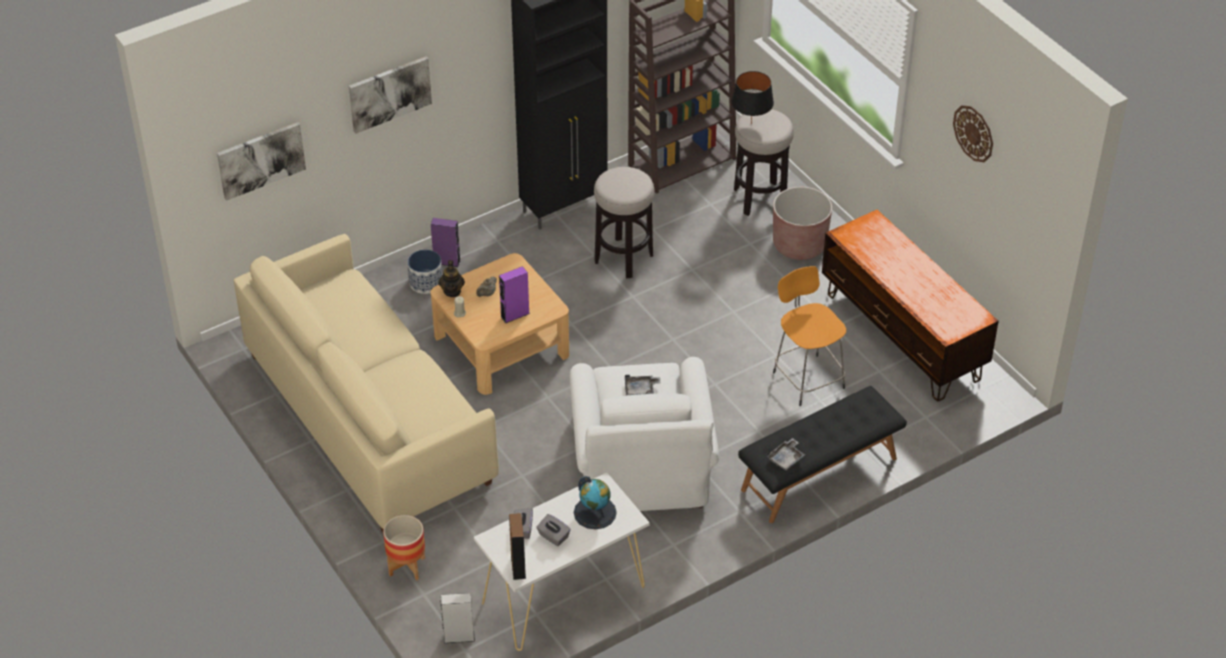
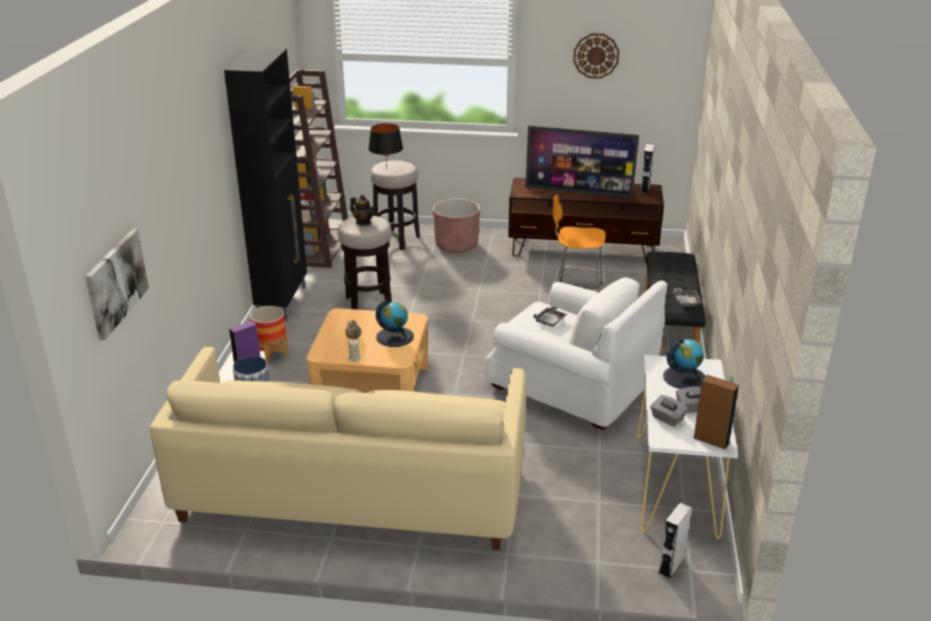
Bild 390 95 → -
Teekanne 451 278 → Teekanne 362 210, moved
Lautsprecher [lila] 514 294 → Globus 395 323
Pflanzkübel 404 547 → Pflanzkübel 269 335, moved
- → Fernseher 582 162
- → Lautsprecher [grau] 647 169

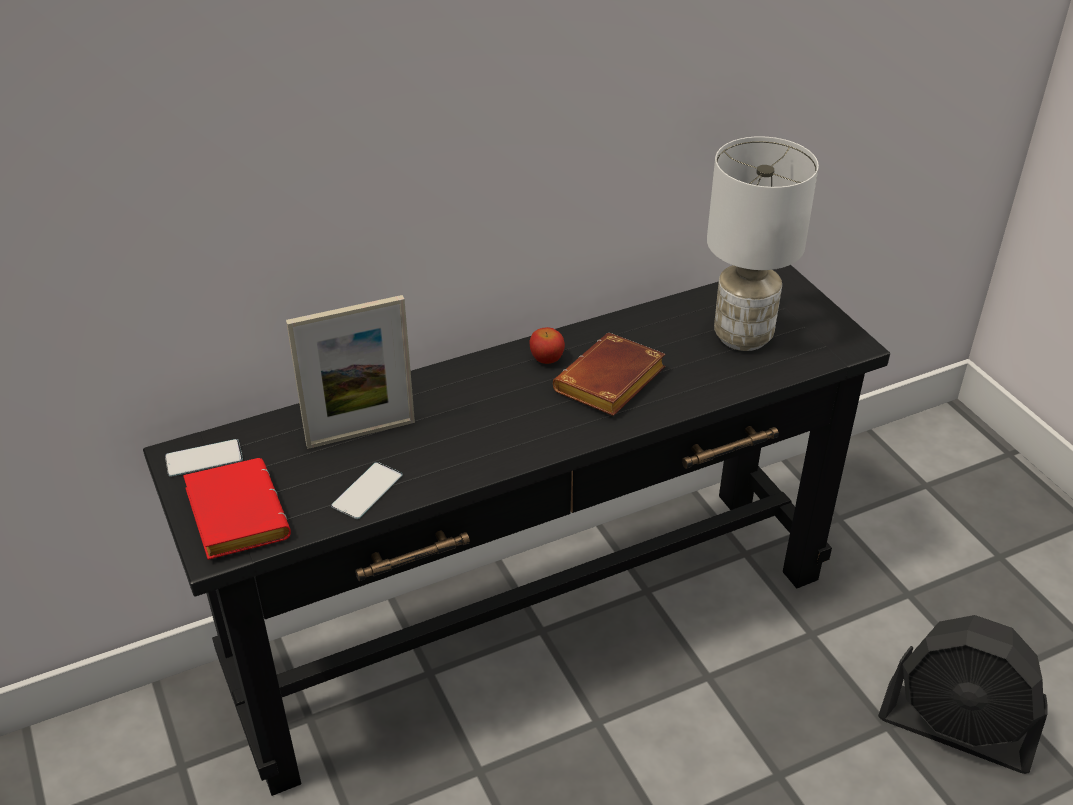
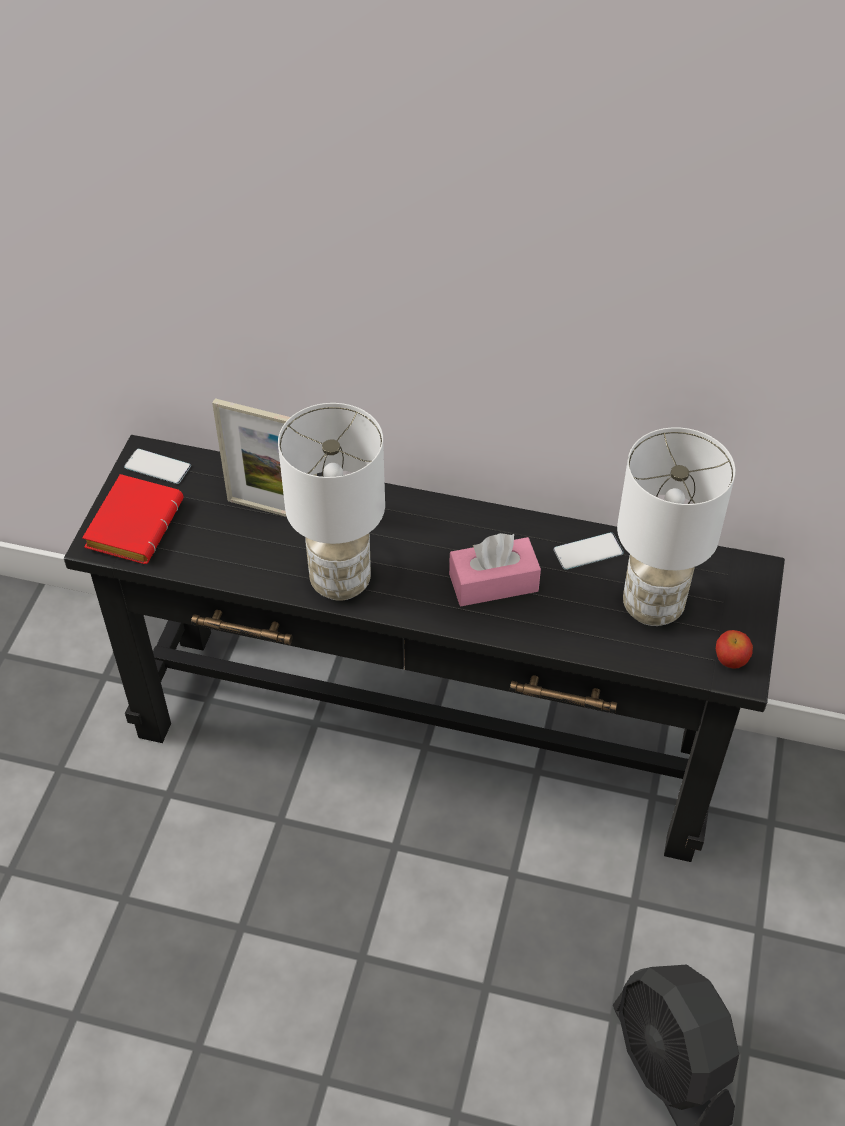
Apfel 547 345 → Apfel 734 649, moved
Buch [braun] 609 374 → Taschentuchbox [rosa] 495 569
Handy 366 490 → Handy 588 551, moved
- → Tischlampe [weiß] 331 502

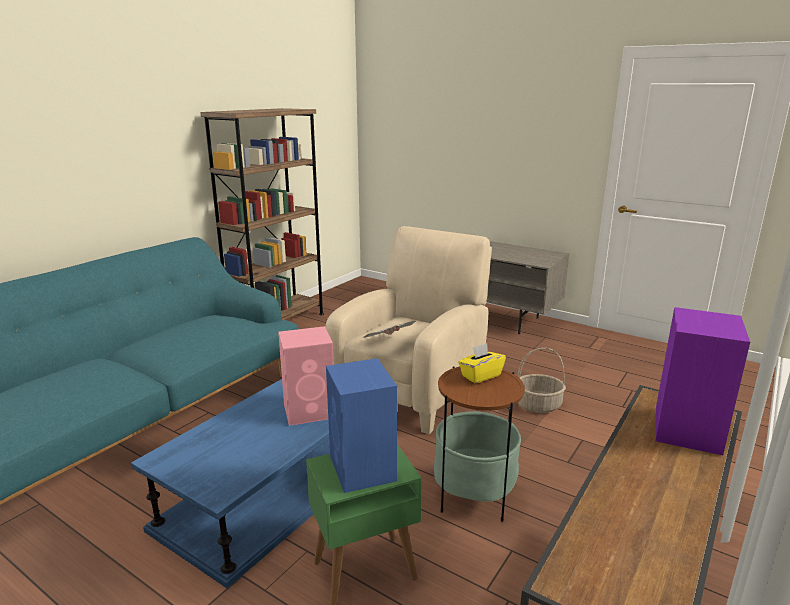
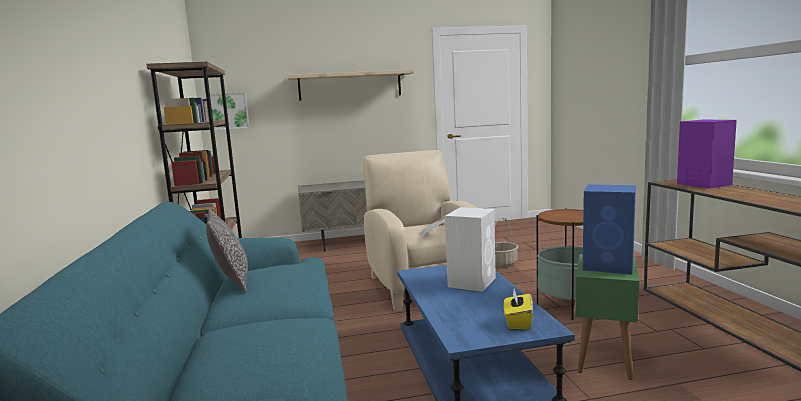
Lautsprecher [rosa] 306 376 → Lautsprecher [weiß] 470 249
Taschentuchbox [gelb] 482 363 → Taschentuchbox [gelb] 518 309, moved
- → Wandregal [beige] 351 85
- → Bild 230 111
- → Kissen 227 250

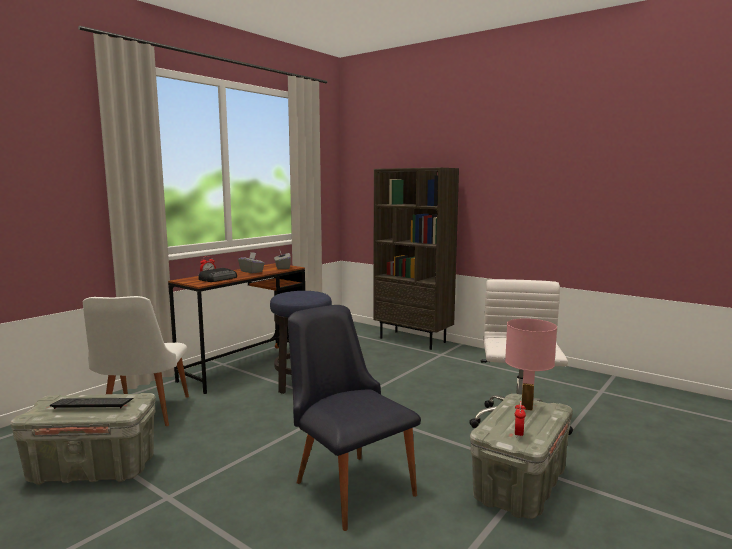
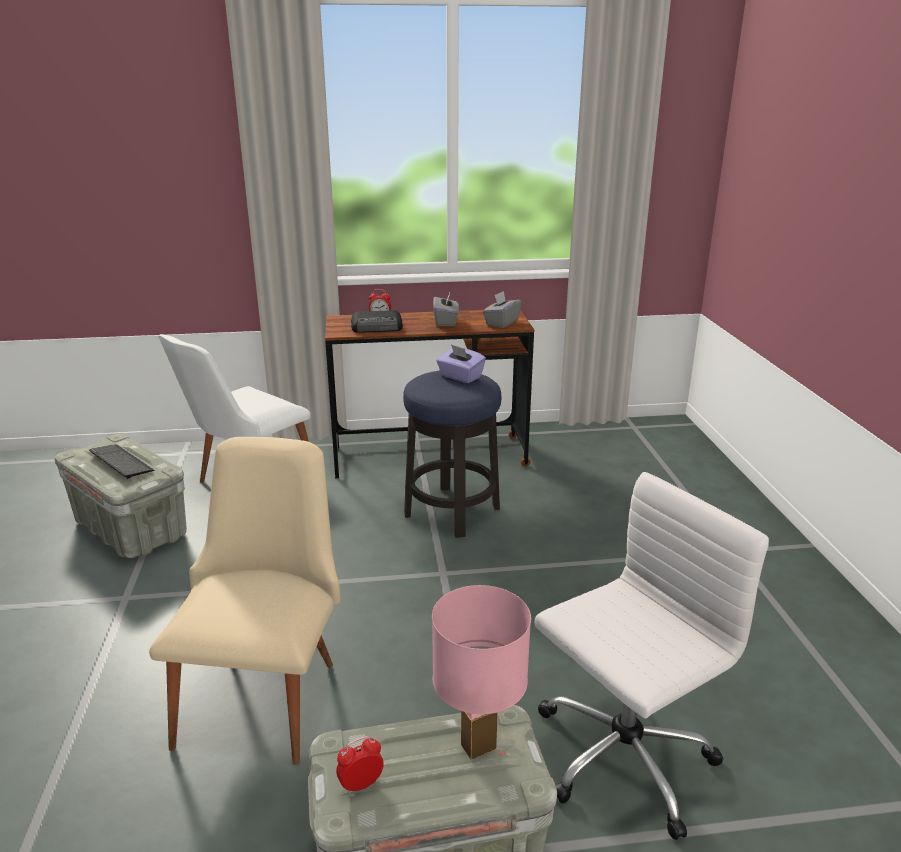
Bücherregal [braun] 416 259 → -
Stuhl [schwarz] 354 418 → Stuhl [beige] 244 601
- → Taschentuchbox [lila] 461 363

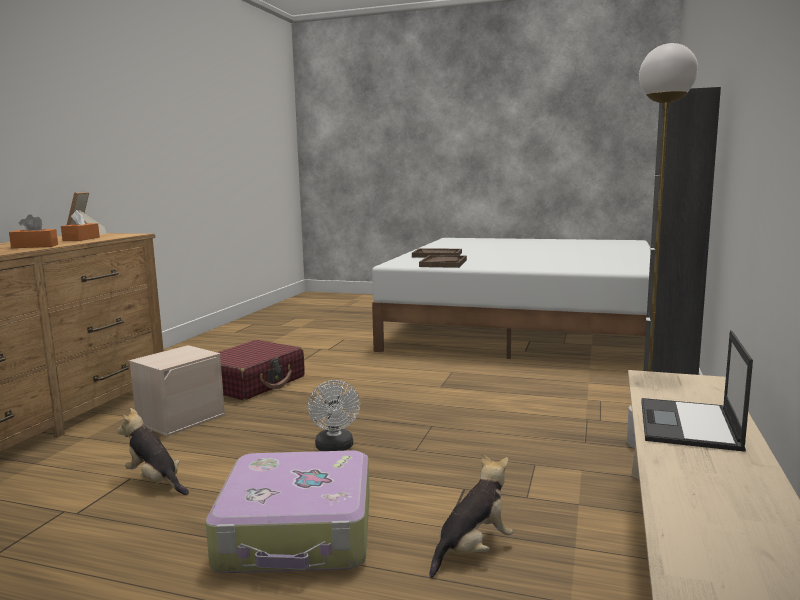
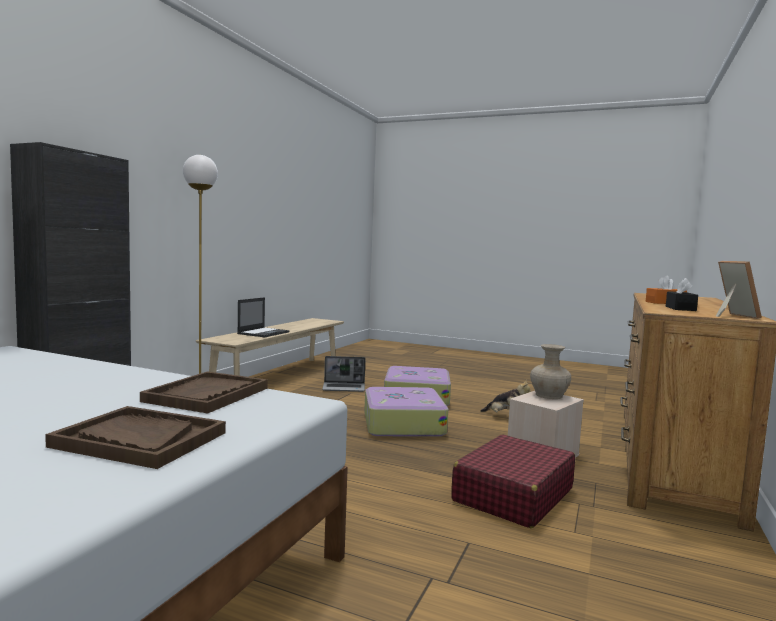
Taschentuchbox [orange] 80 225 → Taschentuchbox [schwarz] 682 294
Ventilator [weiß] 334 415 → Koffer 406 412
Plüschtier 471 515 → Laptop 344 374
- → Vase [beige] 550 371

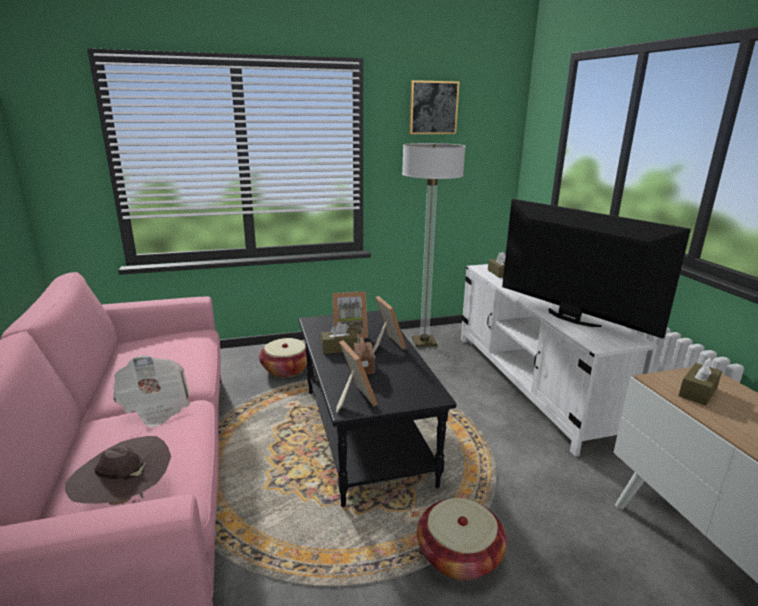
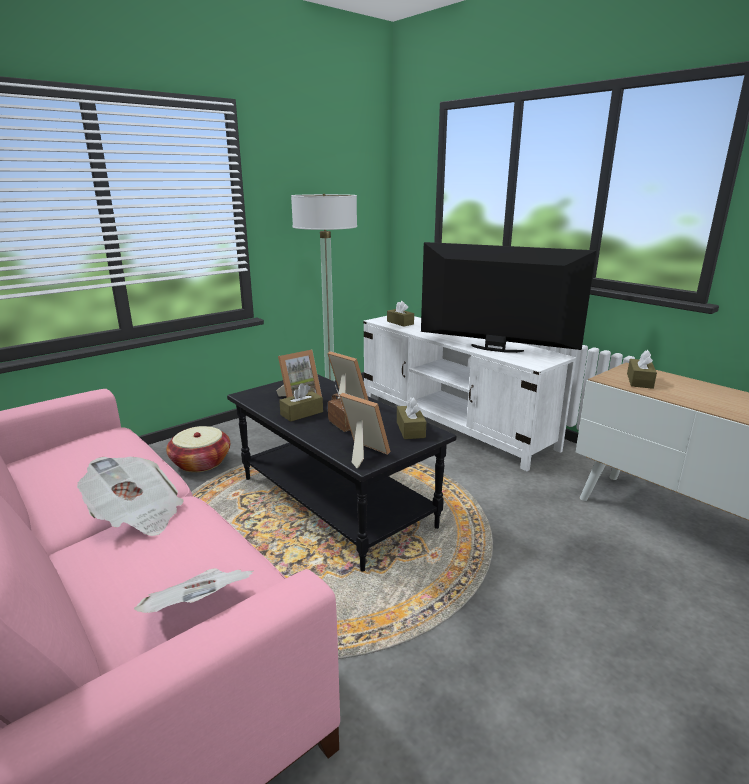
Bild 434 107 → -
Hut [braun] 118 470 → Zeitung 193 590
Korb 462 539 → -
- → Taschentuchbox [braun] 411 418

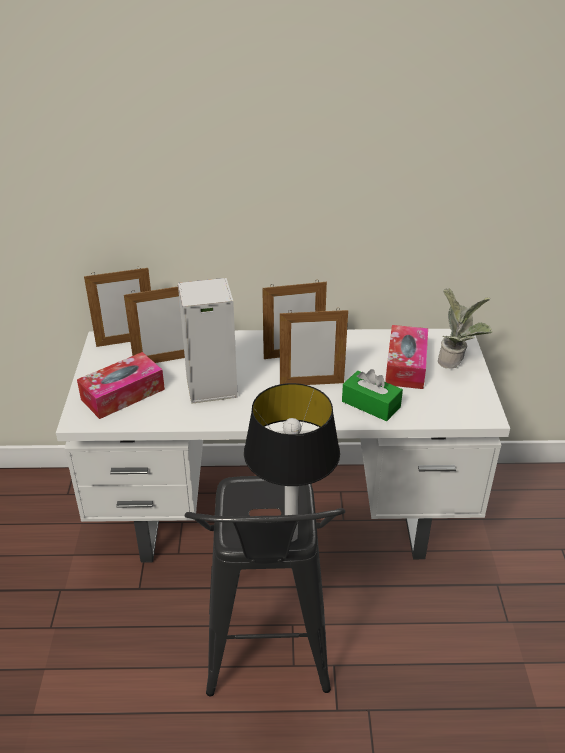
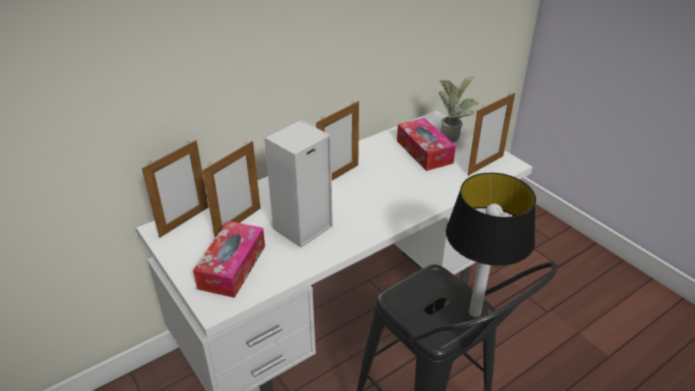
Bilderrahmen 314 346 → Bilderrahmen 491 134, moved
Taschentuchbox [grün] 372 395 → -

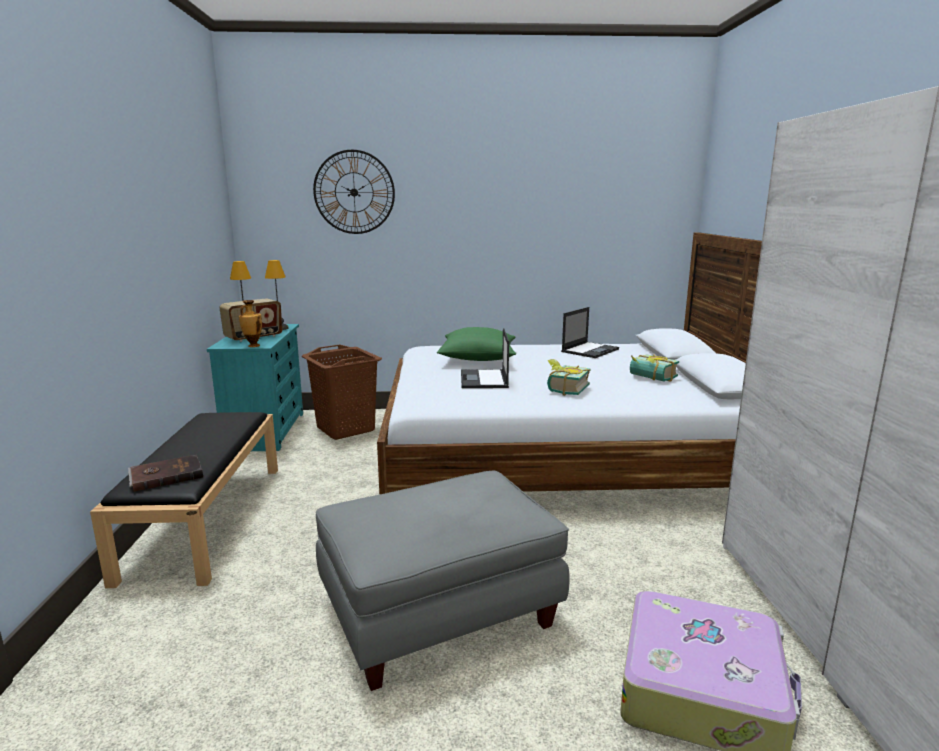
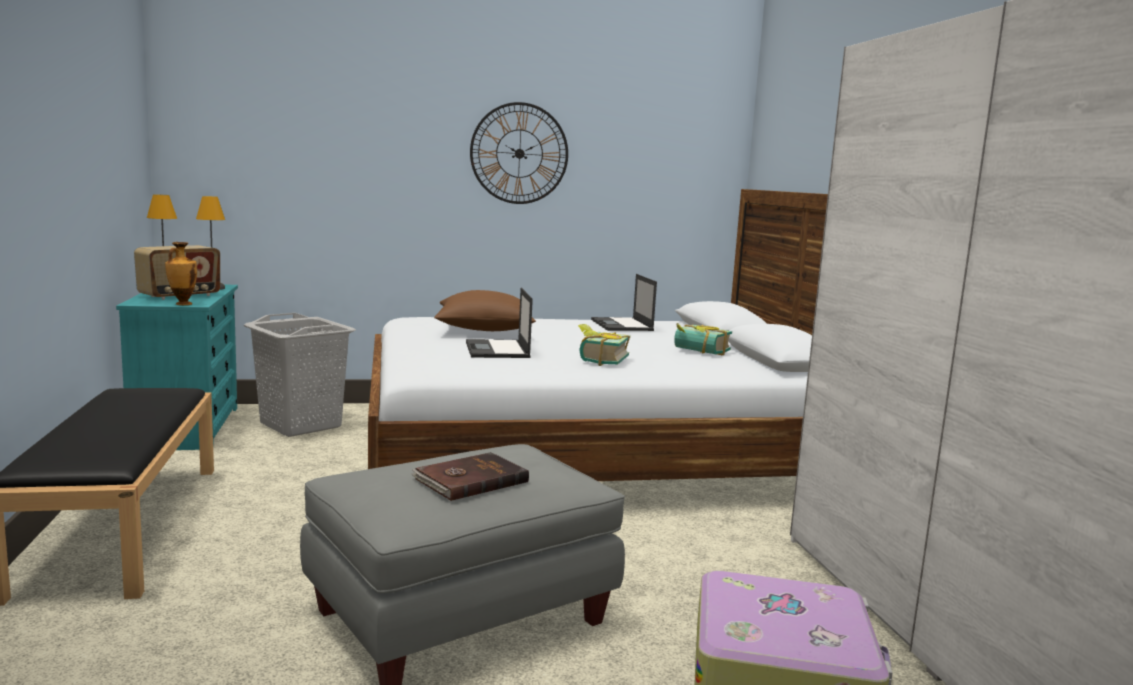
Wanduhr 354 192 → Wanduhr 519 153, moved
Laptop 590 332 → Laptop 624 302, 135 degrees clockwise
Kissen [grün] 476 344 → Kissen [braun] 485 310
Wäschekorb [braun] 342 392 → Wäschekorb [grau] 300 375
Buch [braun] 165 473 → Buch [braun] 470 476, moved

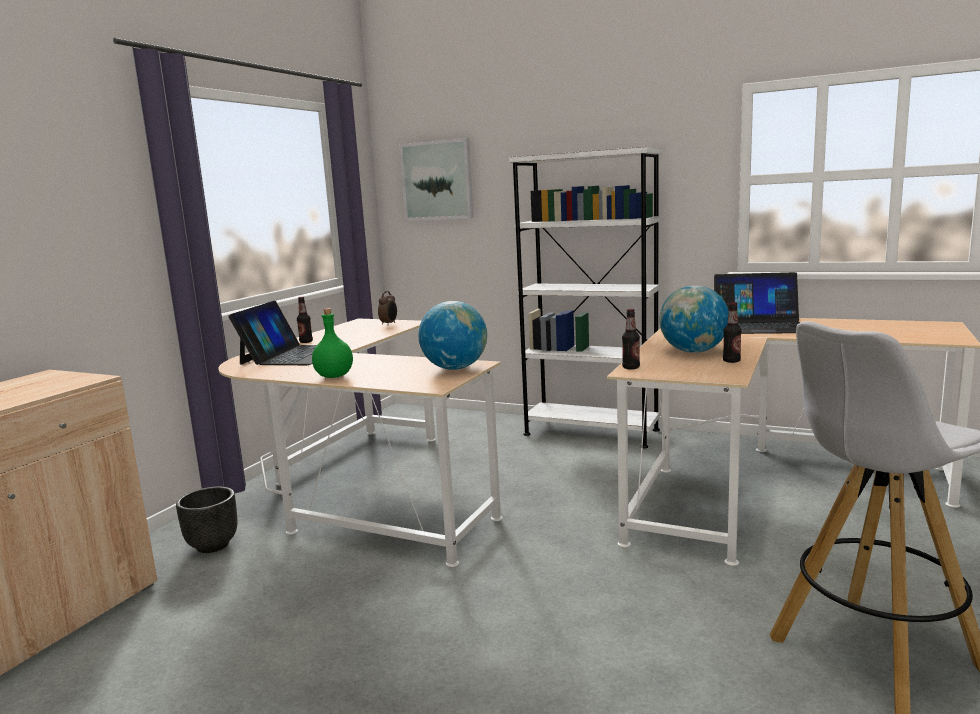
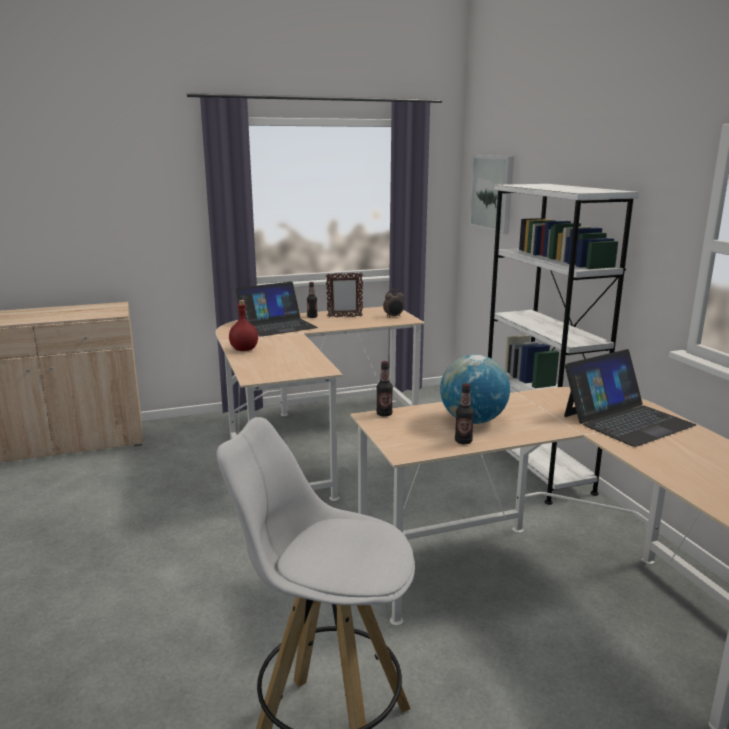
Laptop 757 303 → Laptop 630 398, 90 degrees counterclockwise
Globus 452 335 → -
Flasche [grün] 332 343 → Flasche [rot] 243 325
Pflanzkübel [schwarz] 207 520 → -
- → Bilderrahmen 344 294

